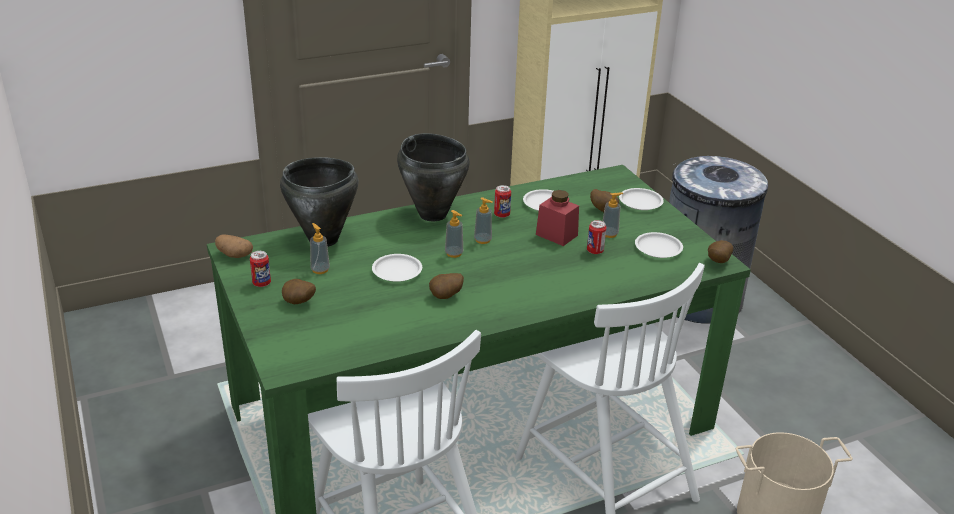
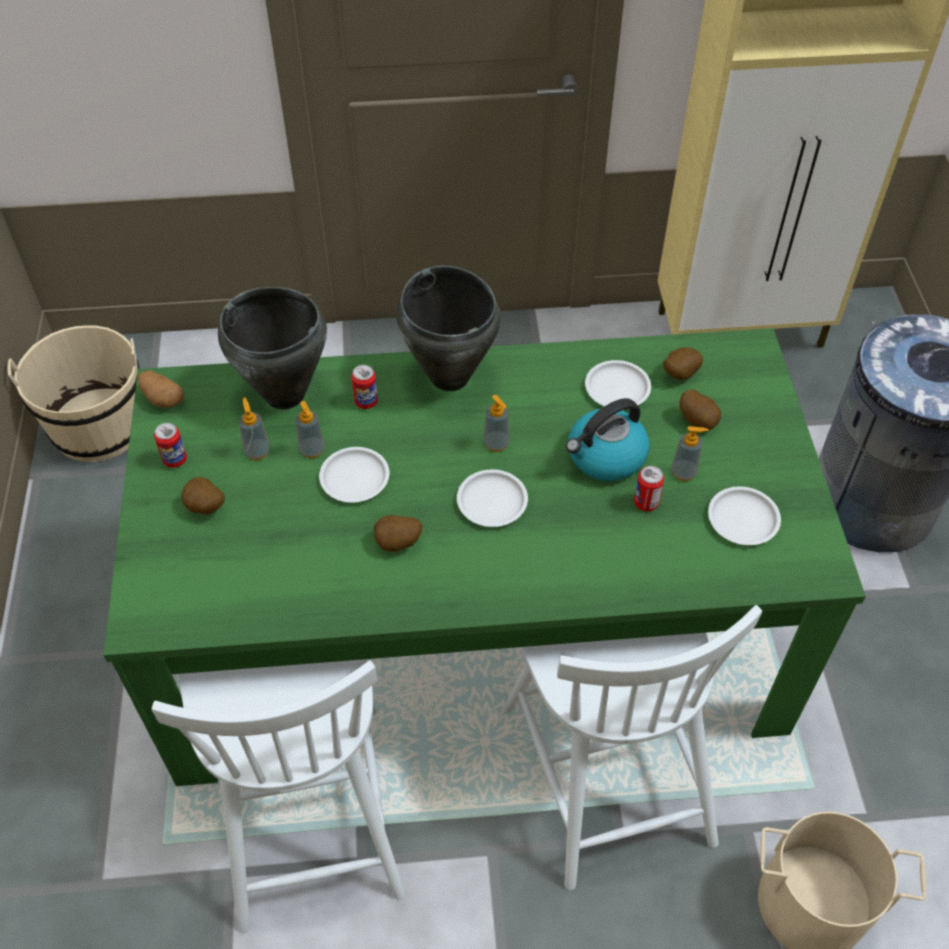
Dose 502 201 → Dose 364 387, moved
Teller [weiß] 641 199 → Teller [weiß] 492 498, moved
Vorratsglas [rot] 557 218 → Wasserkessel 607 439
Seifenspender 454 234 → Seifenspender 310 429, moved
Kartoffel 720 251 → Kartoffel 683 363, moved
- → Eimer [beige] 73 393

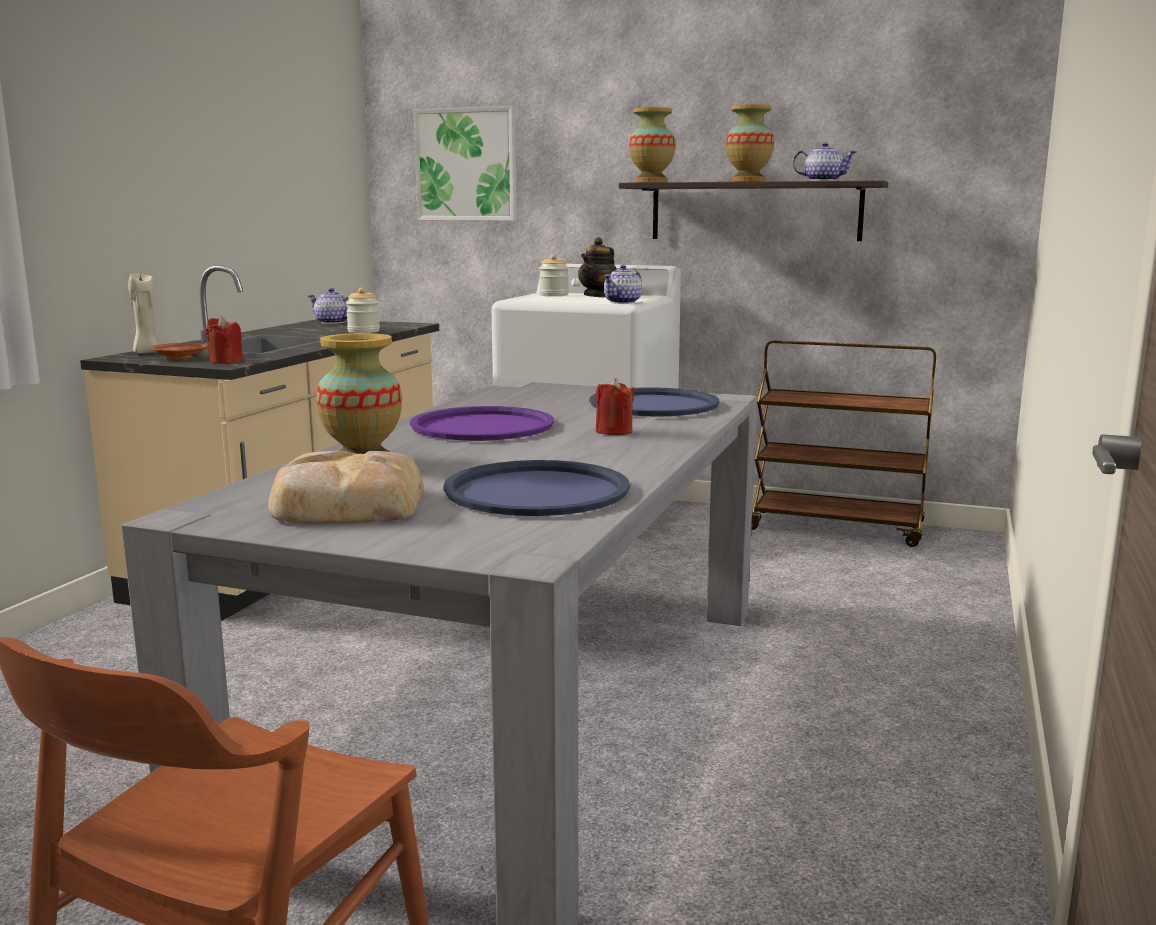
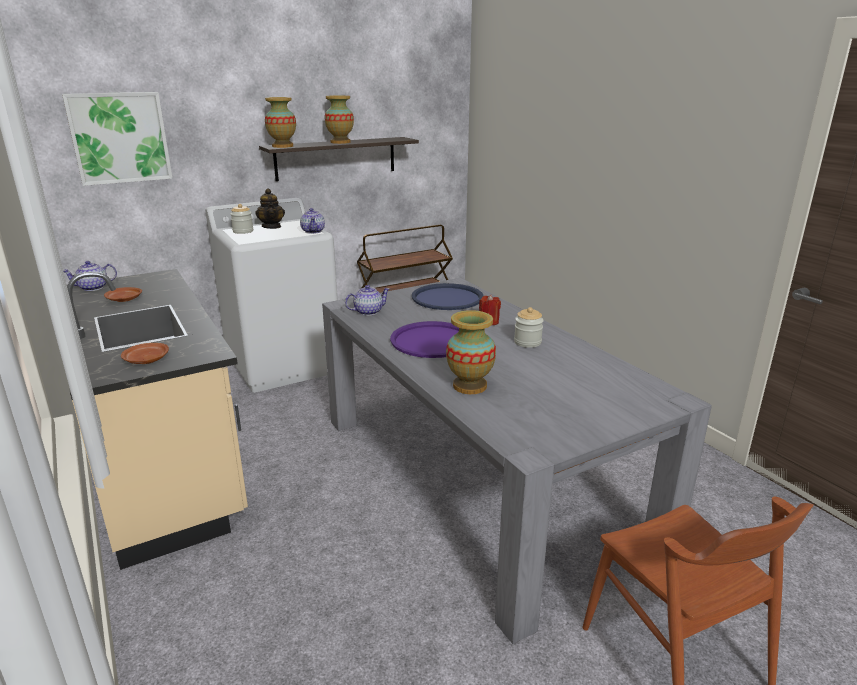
Teekanne 825 161 → Teekanne 367 300, moved
Kerze [beige] 144 313 → -
Vorratsglas 363 310 → Vorratsglas 529 327, moved
Kerze [rot] 224 340 → -
Brot 346 487 → -
Tablett [blau] 536 488 → -
- → Teller [braun] 123 294

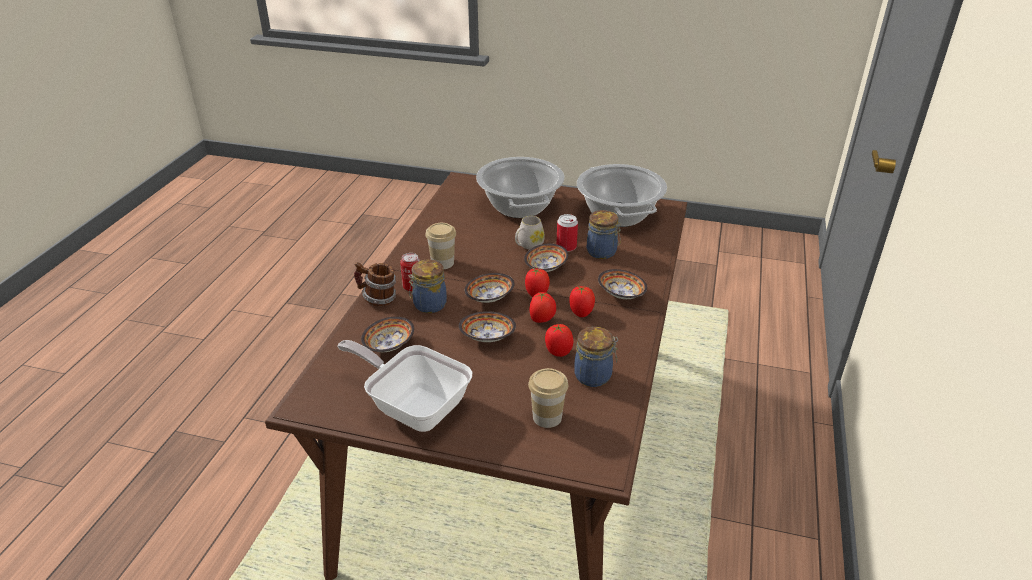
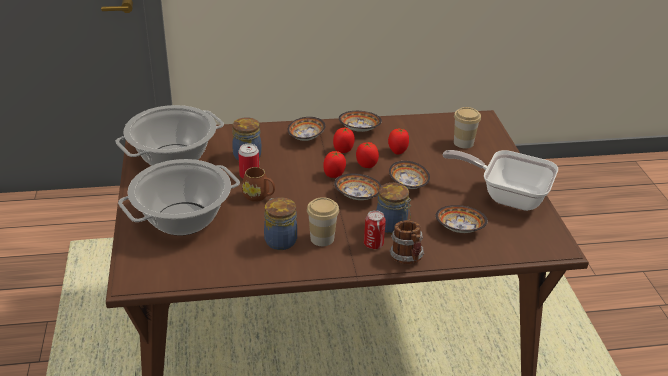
Henkelbecher [weiß] 530 233 → Henkelbecher [braun] 258 184
Schüssel 546 258 → Schüssel 360 121, moved
Vorratsglas 596 357 → Vorratsglas 280 223, moved
Pfanne 404 386 → Pfanne 500 180, 105 degrees clockwise

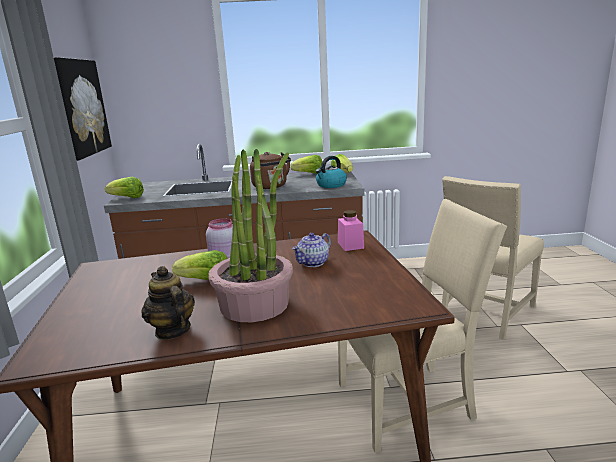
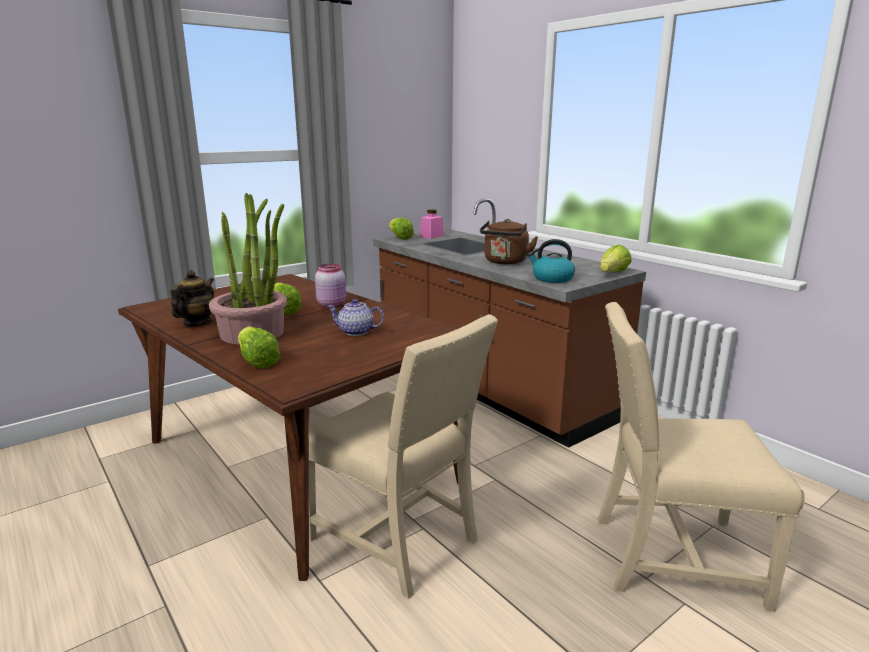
Bild 83 109 → -
Salatkopf 306 164 → Salatkopf 259 347, moved
Vorratsglas [rosa] 351 230 → Vorratsglas [rosa] 432 224, moved

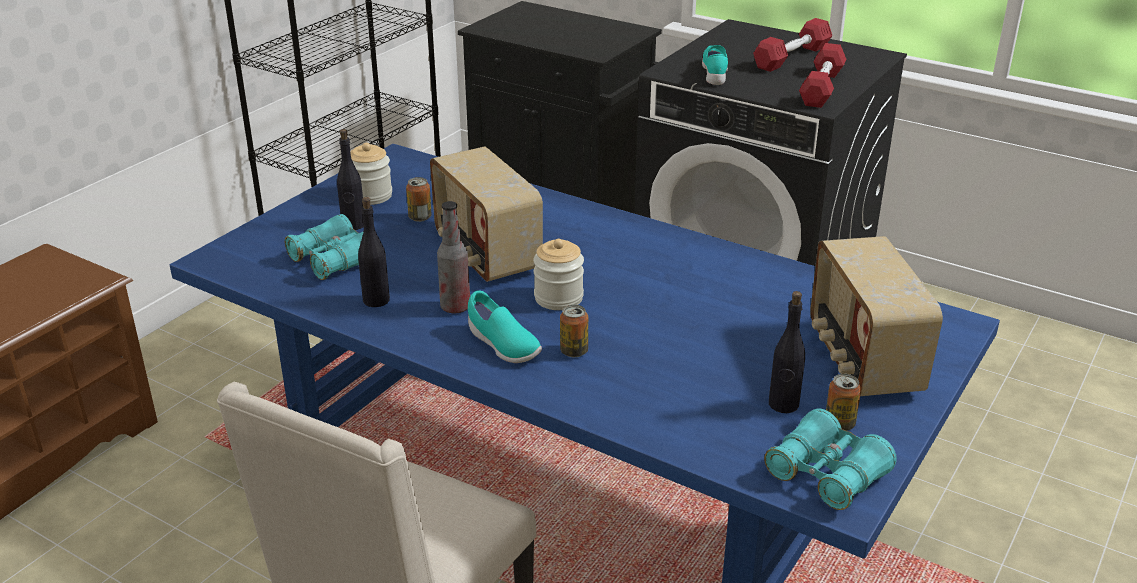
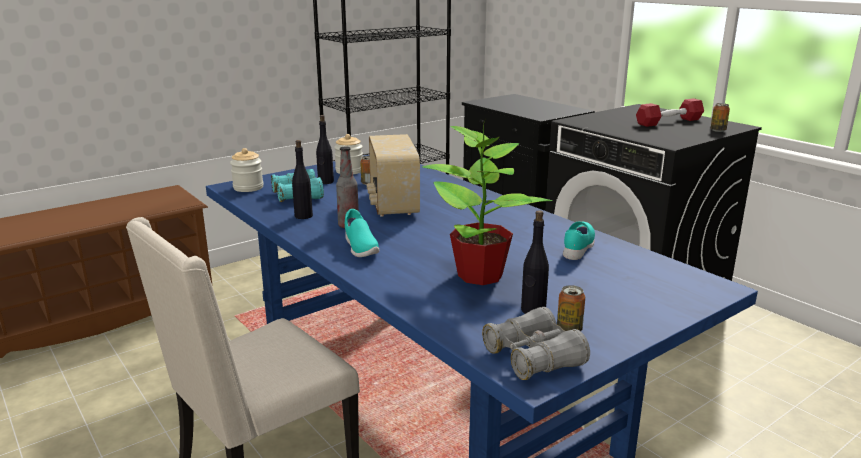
Hantel [rot] 822 75 → -
Schuh [türkis] 715 65 → Schuh [türkis] 579 240, moved
Radio 876 316 → -
Vorratsglas 558 274 → Vorratsglas 247 170, moved
Dose 574 331 → Dose 720 117, moved
Fernglas [türkis] 830 459 → Fernglas [grau] 536 343
- → Topfpflanze 488 201

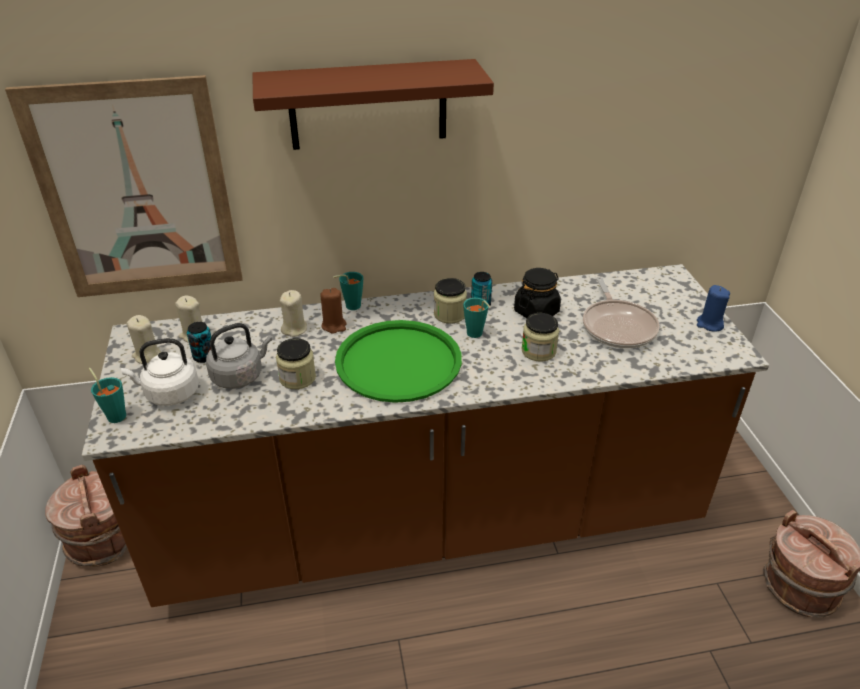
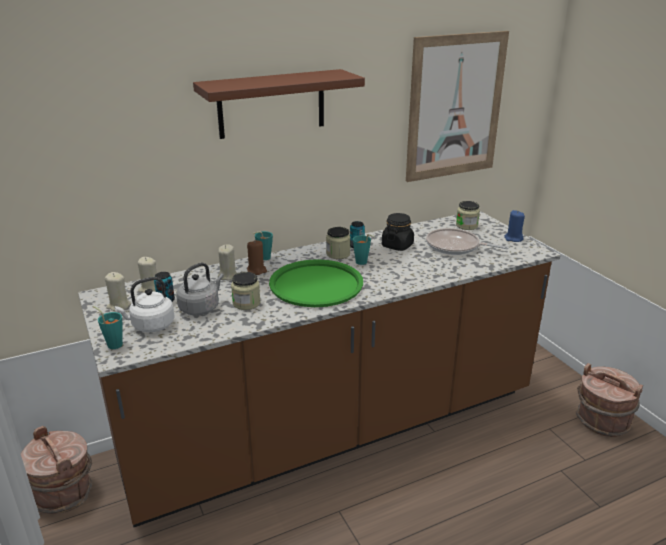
Bild 124 186 → Bild 457 106, moved
Pfanne 621 312 → Pfanne 467 241, 135 degrees clockwise
Vorratsglas 540 337 → Vorratsglas 468 215, moved

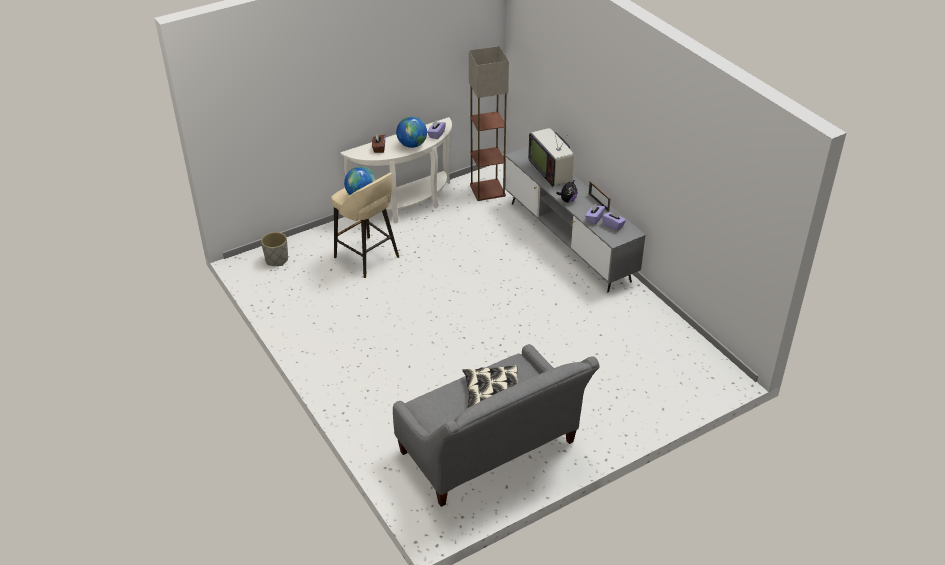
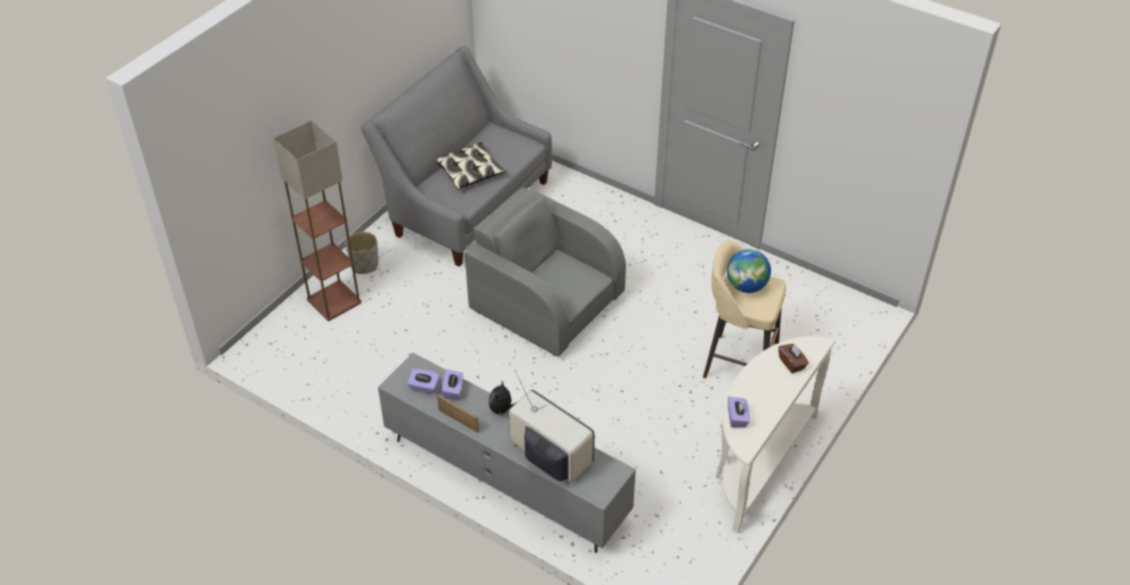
Stehlampe 489 123 → Stehlampe 317 220, moved
Globus 411 132 → -
Pflanzkübel [grau] 274 249 → Pflanzkübel [grau] 361 253, moved
- → Sessel [grau] 545 272

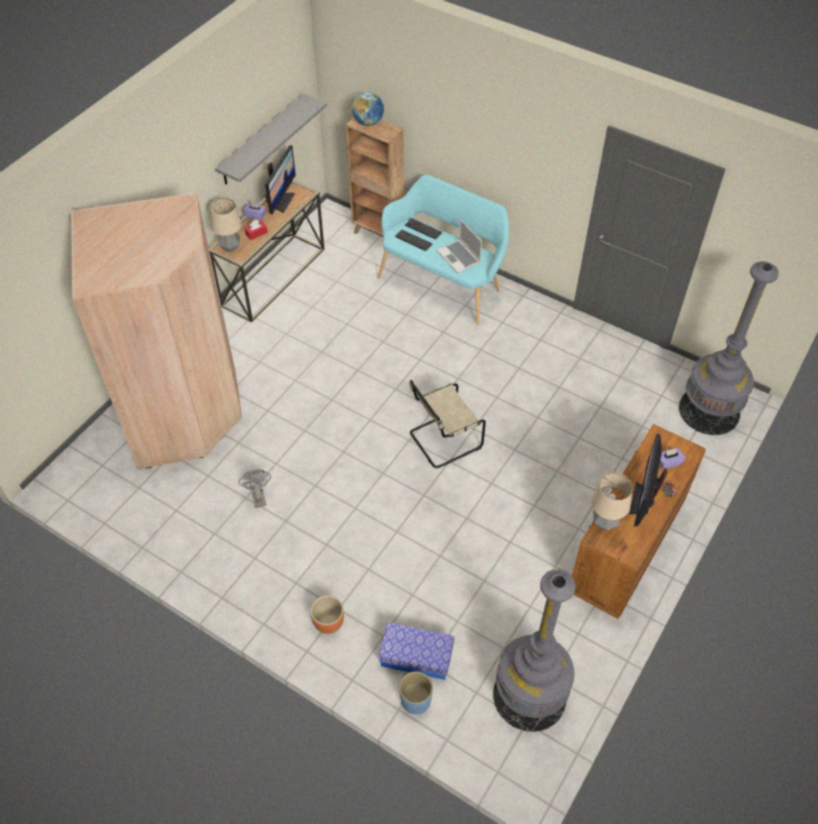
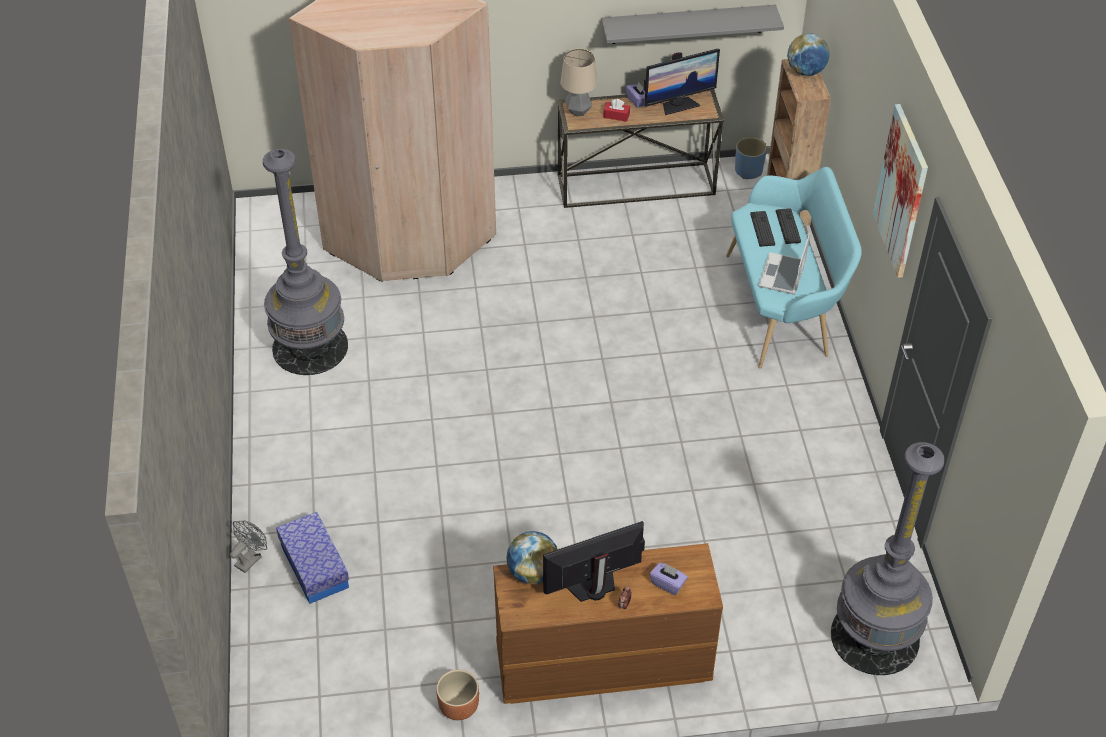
Stuhl [beige] 447 424 → -
Ventilator [grau] 255 488 → Ventilator [grau] 248 546, moved
Tischlampe 612 501 → Globus 532 557
Stehlampe [grau] 534 650 → Stehlampe [grau] 305 262, moved
Pflanzkübel [braun] 327 614 → Pflanzkübel [braun] 457 695, moved
Pflanzkübel [blau] 416 692 → Pflanzkübel [blau] 751 158, moved
- → Bild 900 191

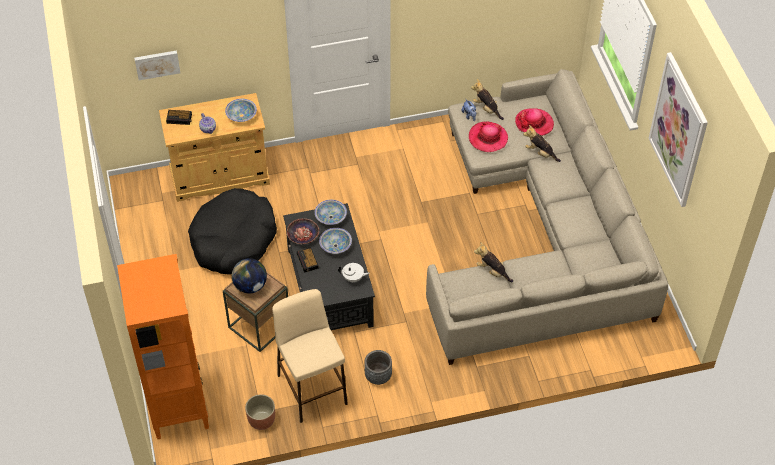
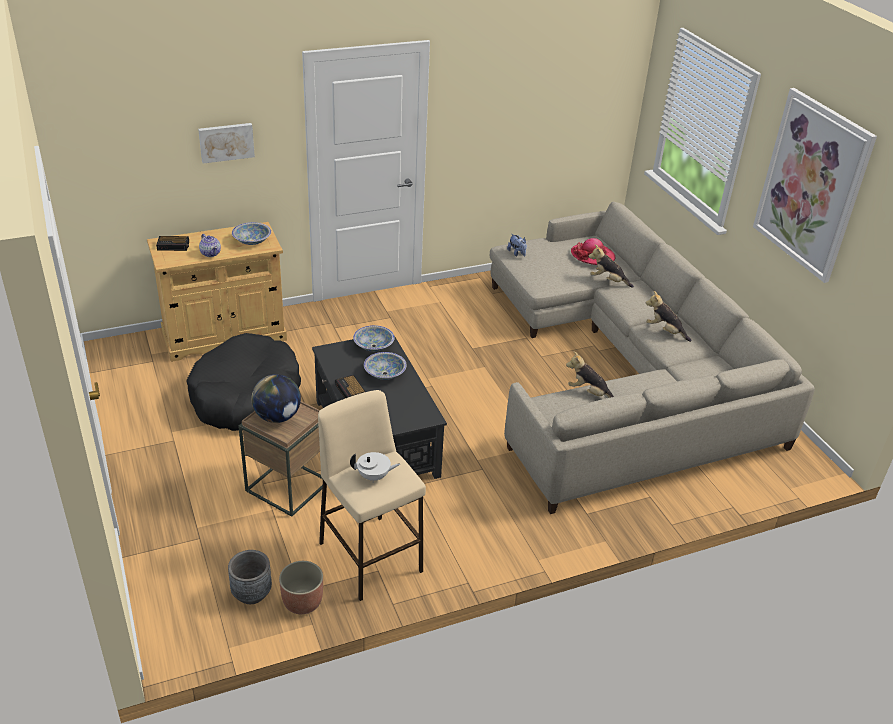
Bild 157 65 → Bild 226 143, moved
Plüschtier 487 99 → Plüschtier 669 316, moved
Hut 488 137 → -
Schüssel 303 231 → -
Bücherregal [orange] 163 346 → -
Teekanne [weiß] 354 273 → Teekanne [weiß] 375 467, moved
Pflanzkübel [grau] 378 367 → Pflanzkübel [grau] 250 577, moved

